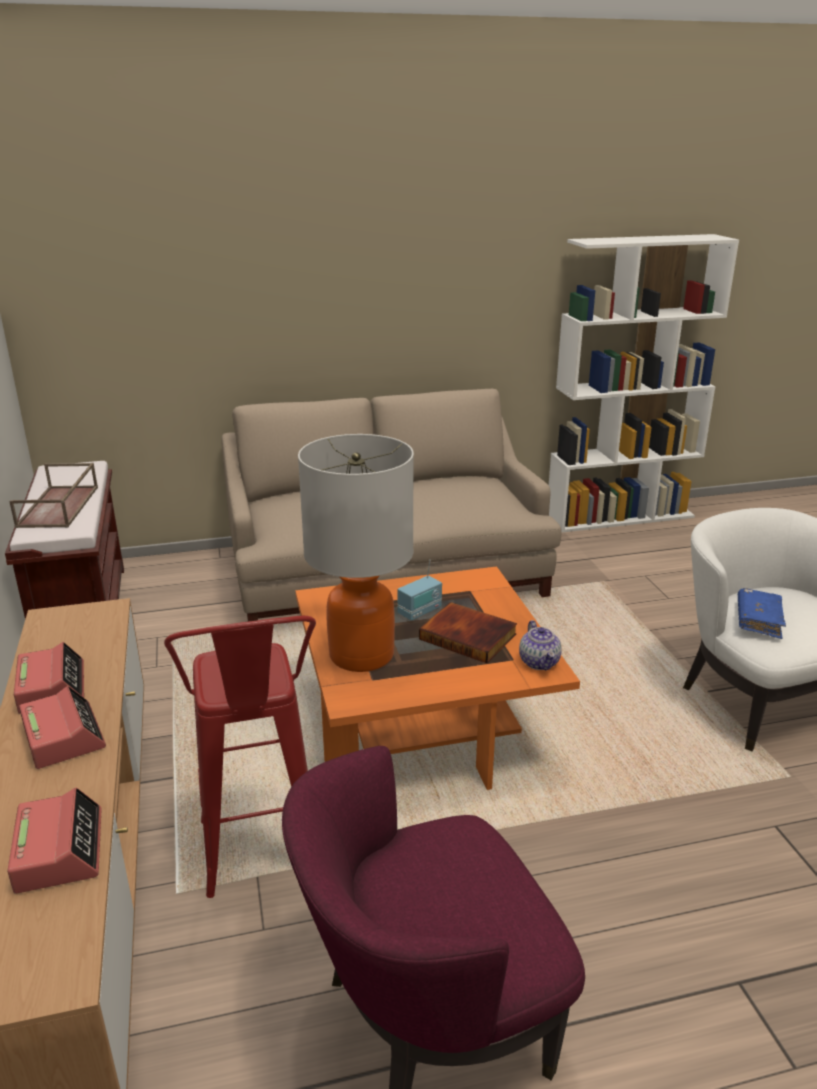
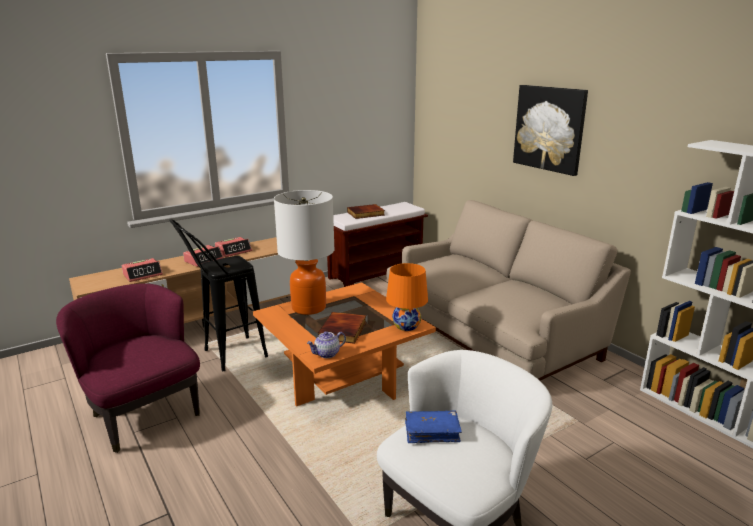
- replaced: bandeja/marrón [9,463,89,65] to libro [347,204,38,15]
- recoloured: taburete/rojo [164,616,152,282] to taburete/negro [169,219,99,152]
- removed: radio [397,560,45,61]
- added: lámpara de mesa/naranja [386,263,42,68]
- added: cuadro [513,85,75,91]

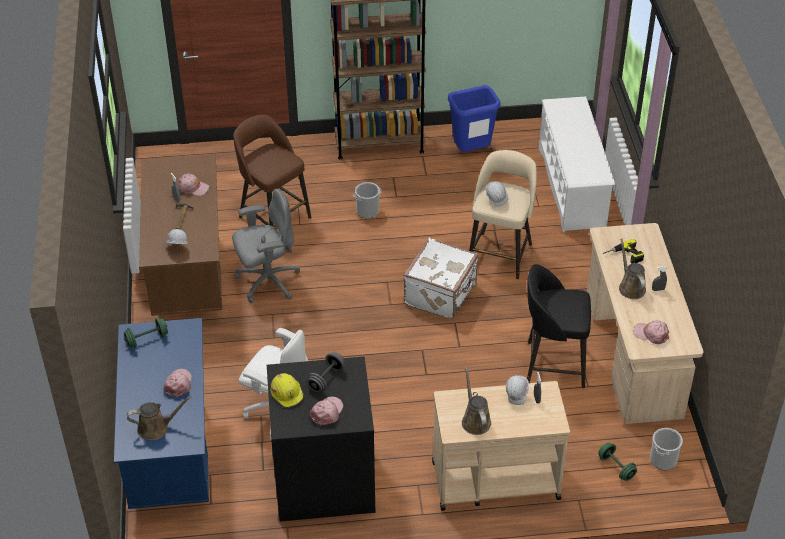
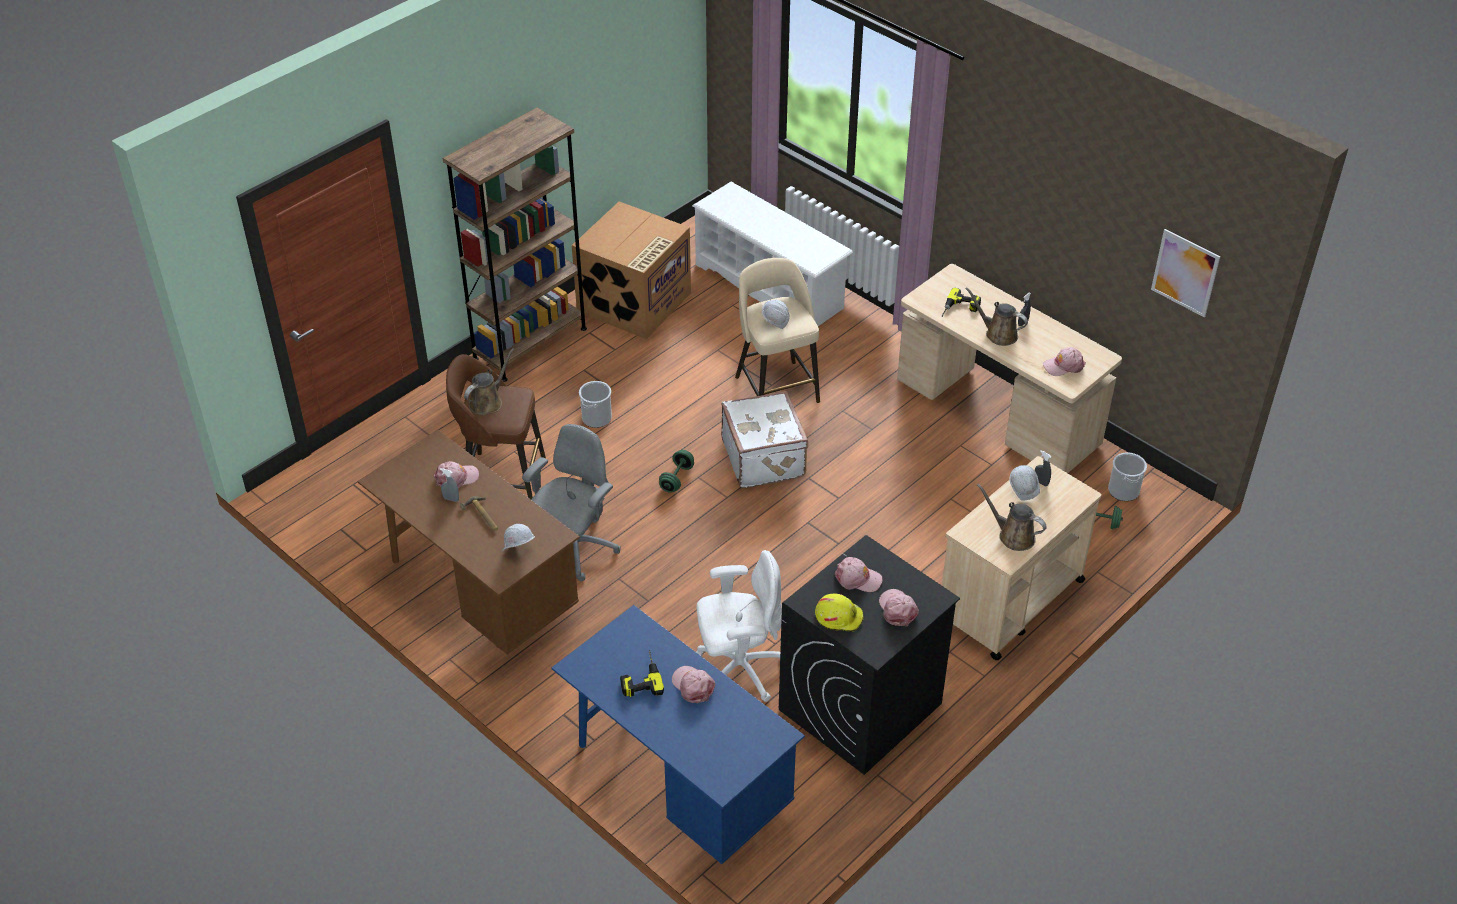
- moved: mancuerna/verde [124,318,44,30] to [659,450,35,43]
- moved: regadera/marrón [127,396,65,44] to [464,348,50,67]
- replaced: mancuerna/gris [307,352,38,40] to gorra/rosa [835,557,48,35]
- replaced: papelera/azul [448,85,53,67] to caja de cartón [572,201,119,138]
- removed: taburete/negro [527,264,64,124]
- added: taladro [620,650,44,47]
- added: cuadro [1151,229,69,88]

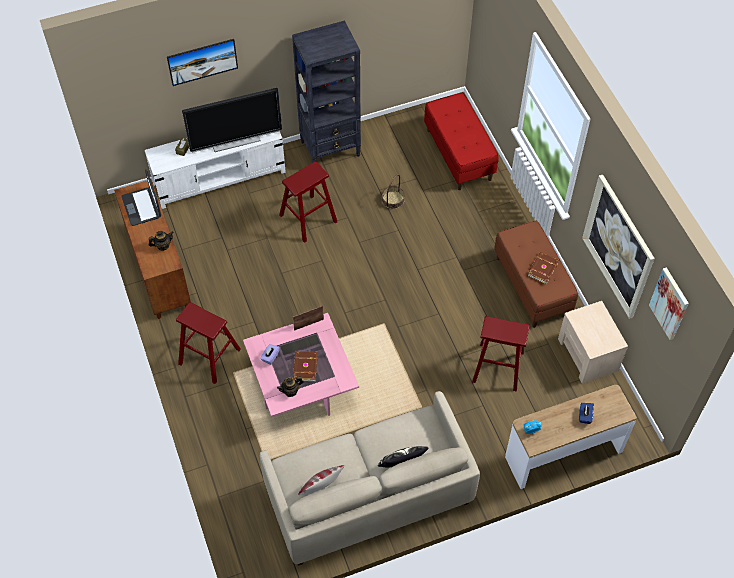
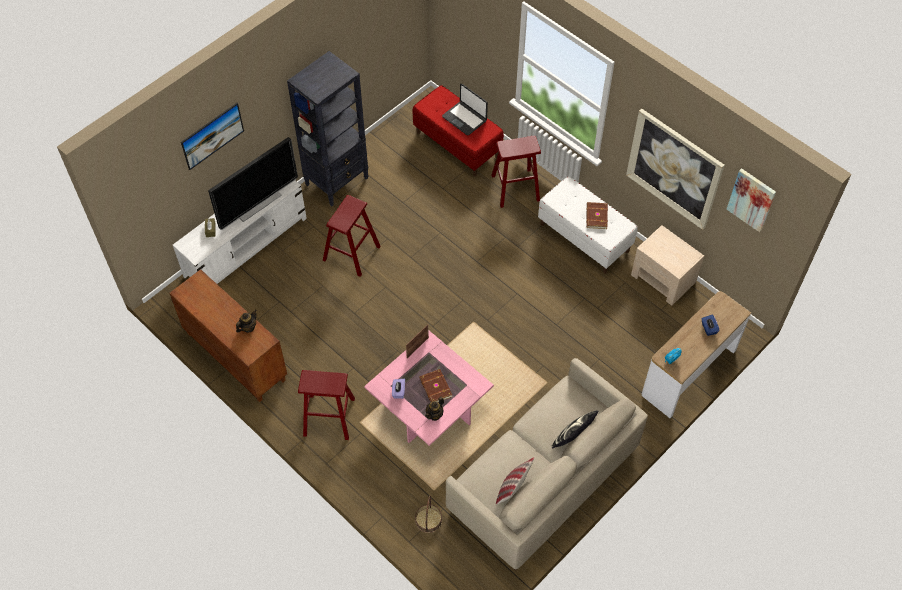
- moved: portátil [121,170,40,56] to [442,83,46,53]
- moved: cesta [382,174,23,35] to [415,495,27,38]
- moved: taburete/rojo [472,316,58,76] to [491,136,50,72]
- recoloured: banco/marrón [494,220,84,108] to banco/blanco [538,176,100,97]

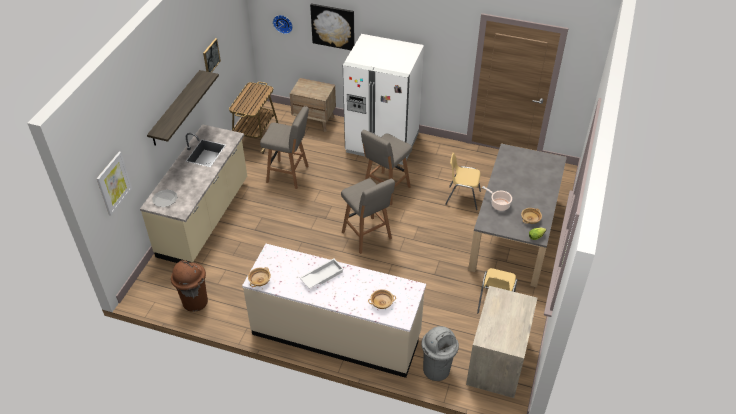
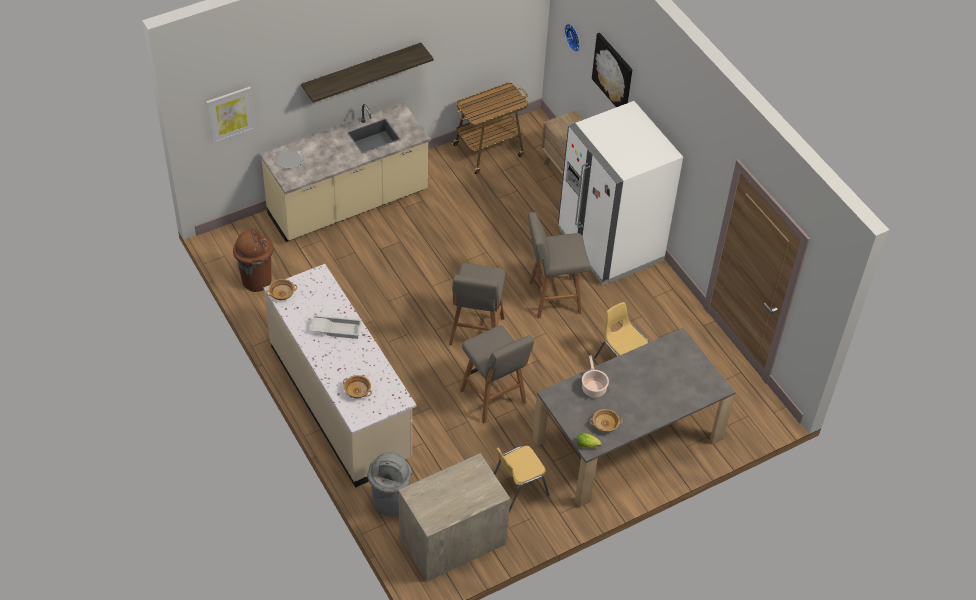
- removed: cuadro [203,38,18,34]
- moved: taburete/gris [260,106,49,83] to [460,325,74,99]

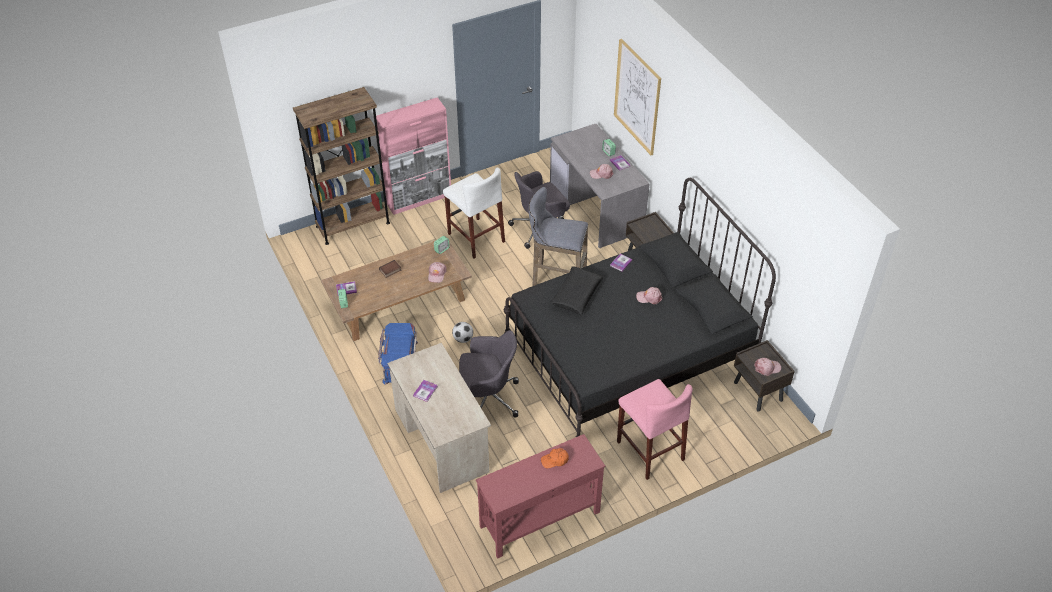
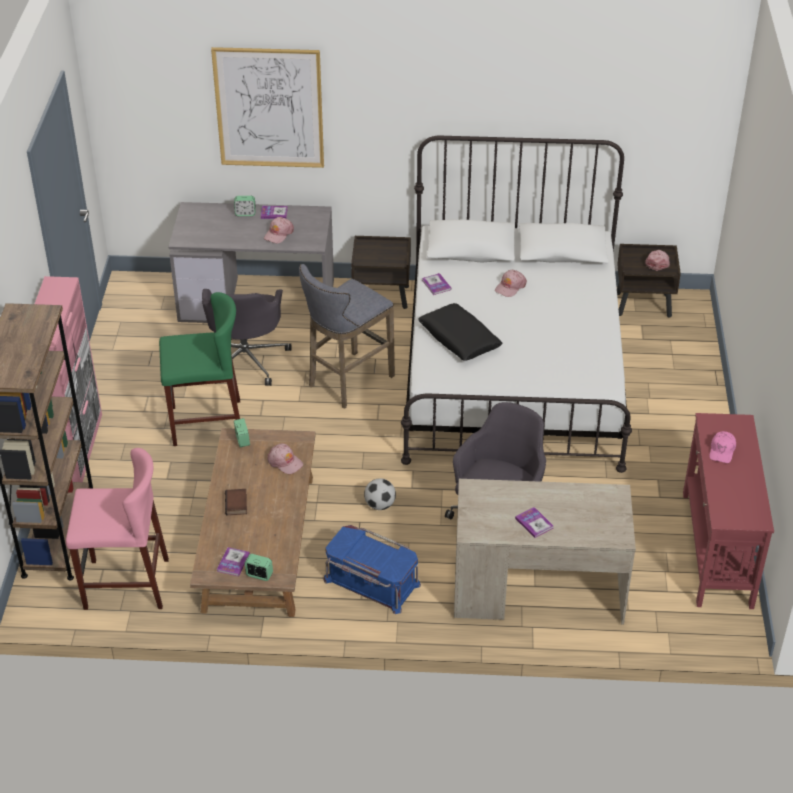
- recoloured: taburete/blanco [443,168,62,91] to taburete/verde [159,292,81,154]
- recoloured: cama/negro [503,178,273,259] to cama/blanco [401,136,231,337]
- recoloured: gorra/naranja [541,448,28,20] to gorra/rosa [709,431,27,32]
- moved: taburete/rosa [617,379,76,101] to [66,448,103,162]

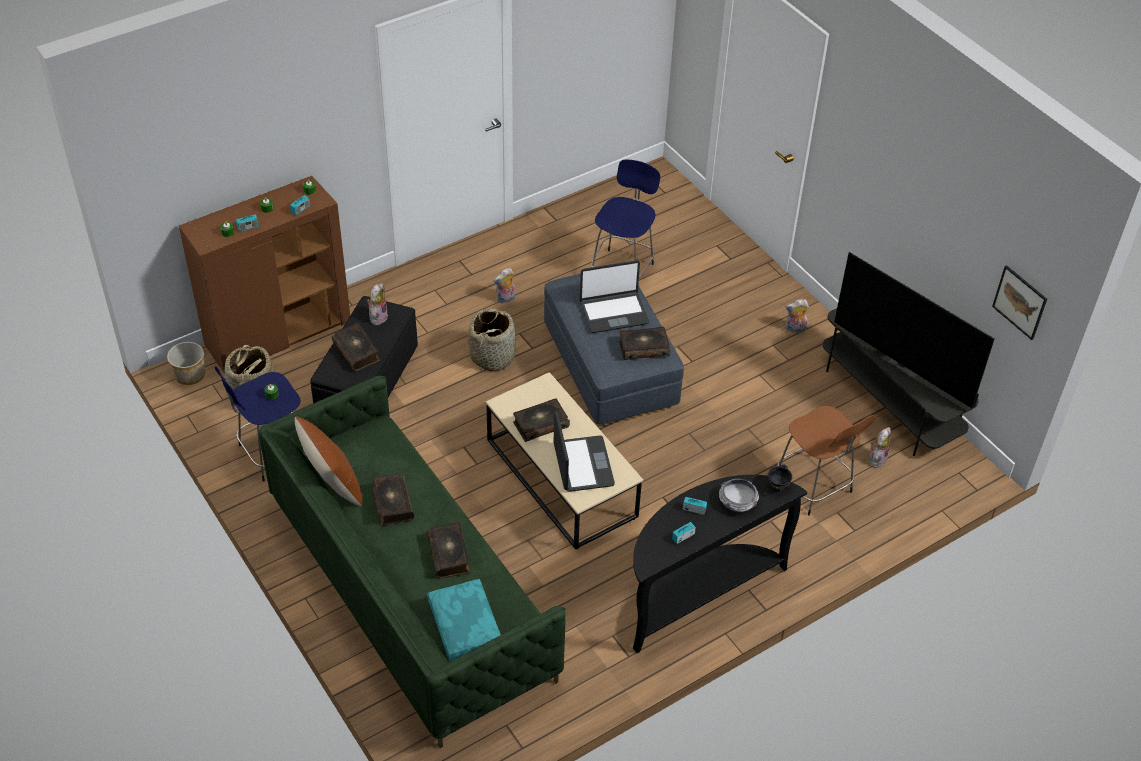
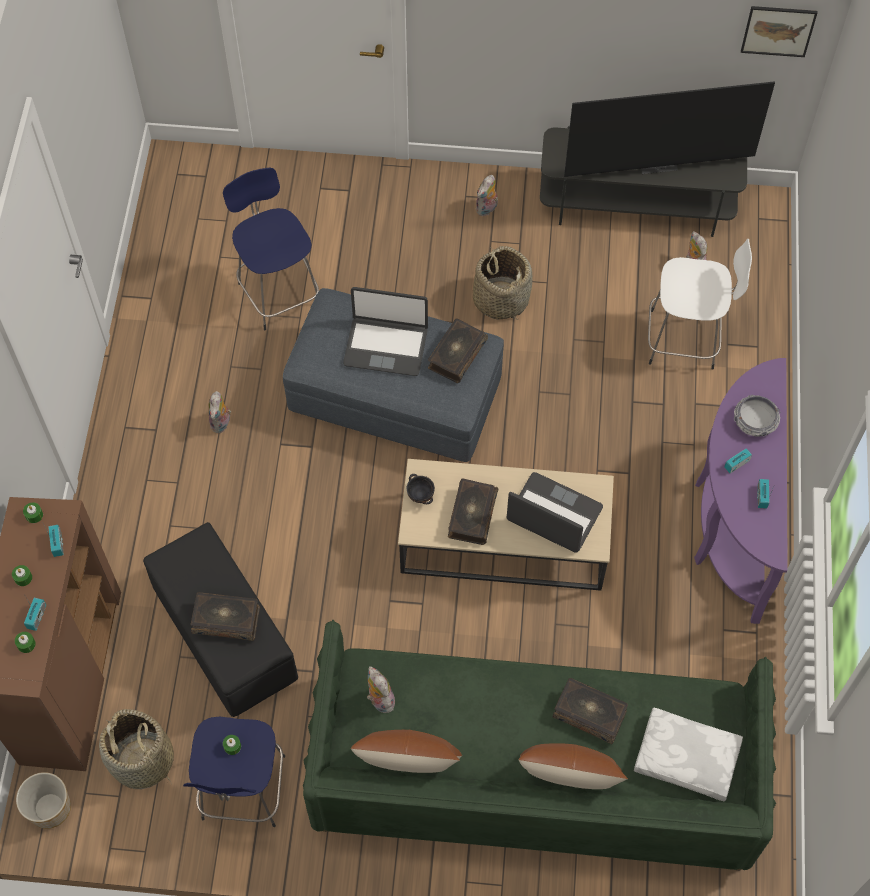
- moved: peluche [367,283,21,42] to [367,666,28,47]
- removed: libro [372,473,42,53]
- recoloured: cojín/turquesa [427,579,74,83] to cojín/blanco [634,708,109,93]
- moved: cesta [468,309,47,62] to [473,246,59,74]
- turned: portátil [580,260,69,73] = [343,287,85,89] 75 degrees clockwise
- recoloured: mesa consola/negro [633,475,174,178] to mesa consola/morado [694,358,94,266]
- moved: cuenco/negro [768,465,24,26] to [407,474,28,30]
- recoloured: taburete/marrón [777,406,98,110] to taburete/blanco [648,239,104,131]
- added: cojín/marrón [518,743,110,46]

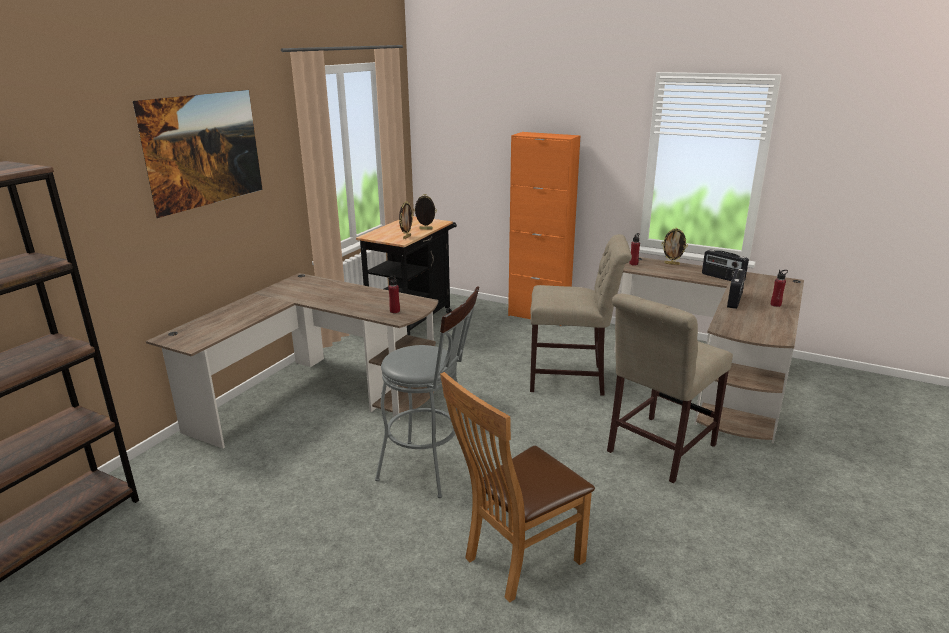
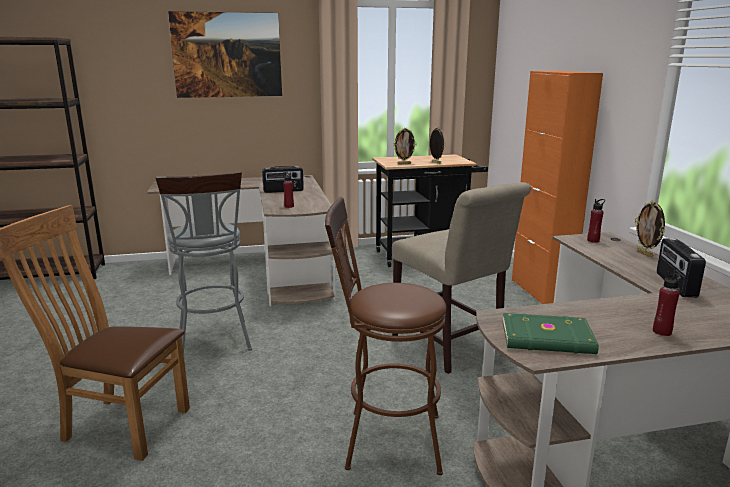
- replaced: silla/beis [607,294,126,189] to taburete/marrón [325,197,122,278]
- moved: radio [727,269,19,40] to [262,166,42,27]
- added: libro/verde [503,313,96,41]

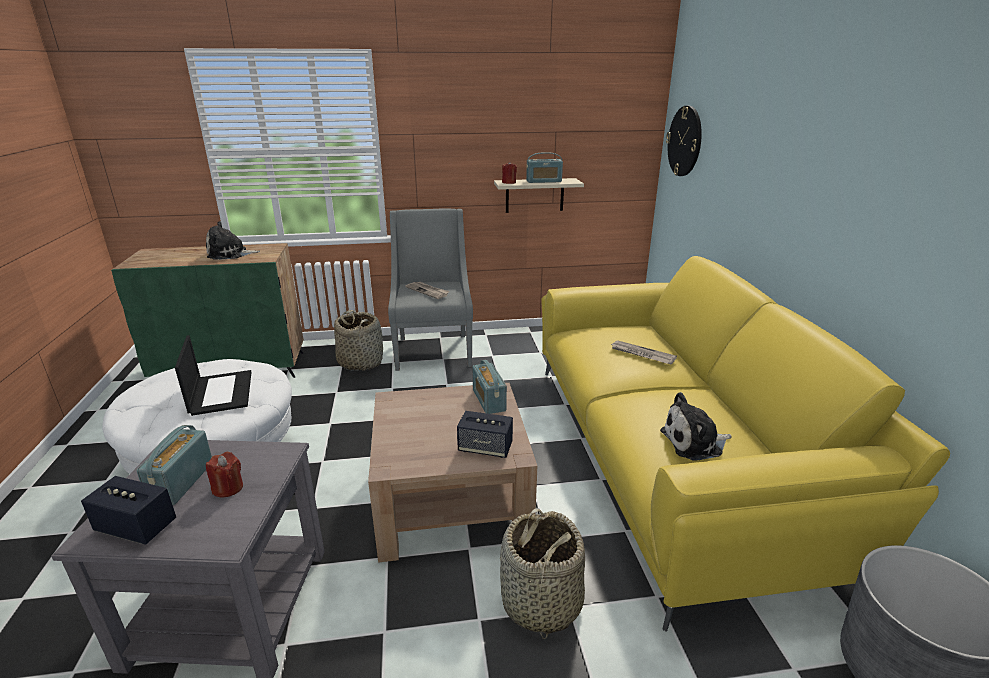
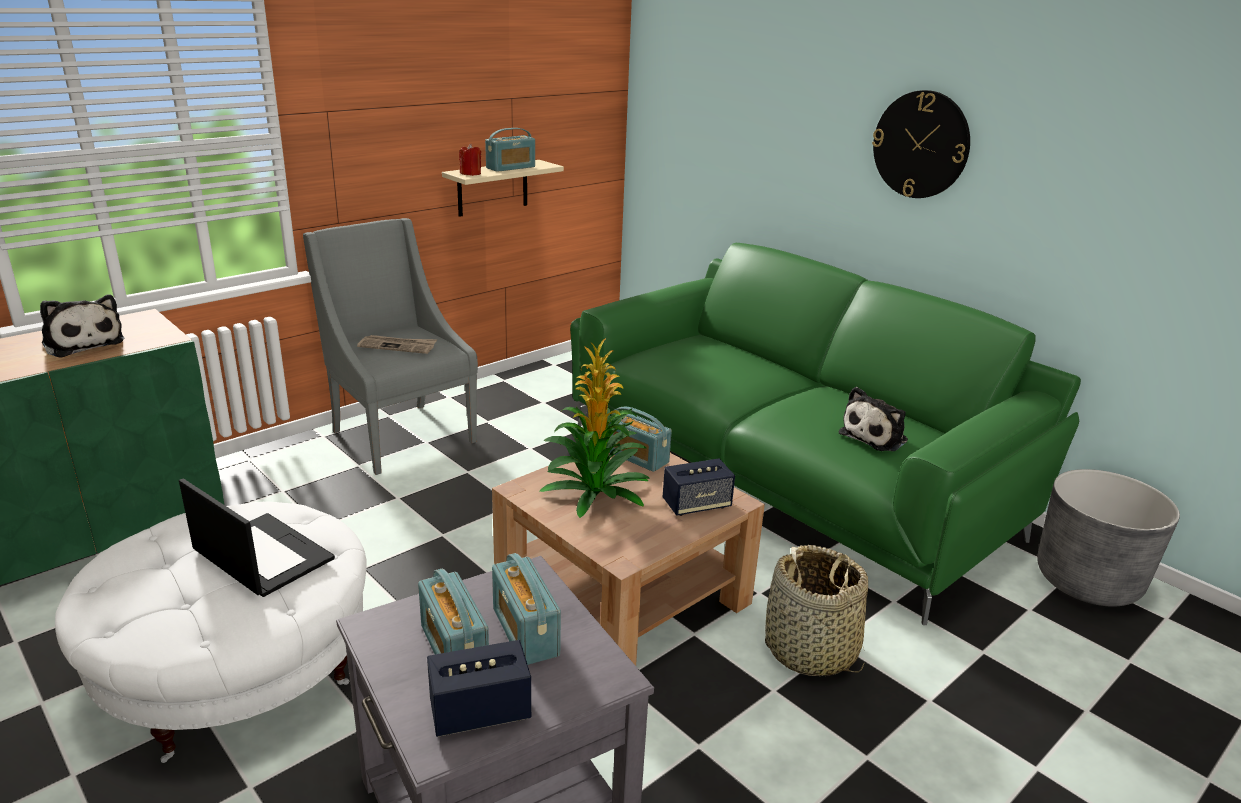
- turned: peluche [206,221,54,39] = [40,294,85,64] 90 degrees counterclockwise
- replaced: vela/rojo [206,452,37,45] to radio [492,553,69,112]
- removed: cesta [334,310,49,61]
- recoloured: sofá/amarillo [541,256,409,376] to sofá/verde [570,243,511,382]
- removed: periódico [610,340,67,24]
- moved: reloj de pared [666,106,36,70] to [872,90,98,108]
- added: planta en maceta [540,338,109,180]

